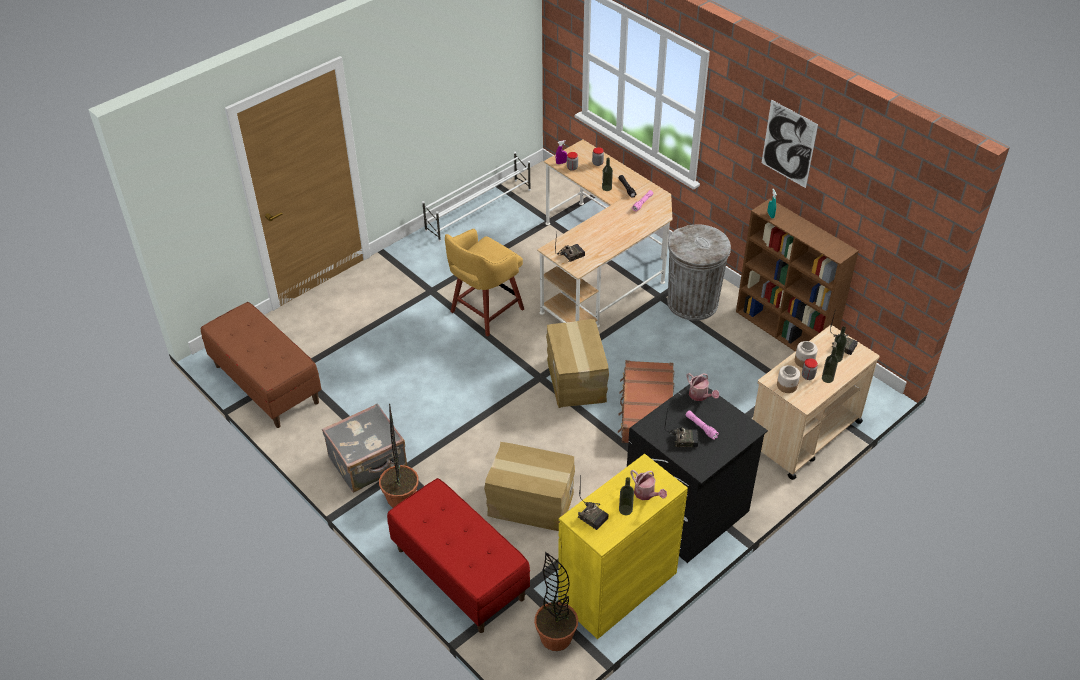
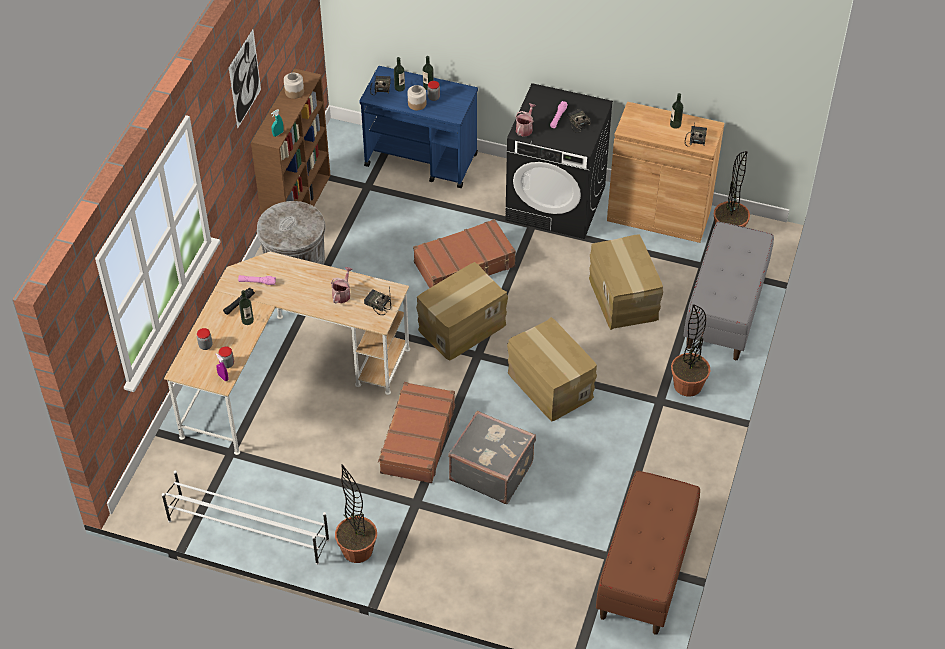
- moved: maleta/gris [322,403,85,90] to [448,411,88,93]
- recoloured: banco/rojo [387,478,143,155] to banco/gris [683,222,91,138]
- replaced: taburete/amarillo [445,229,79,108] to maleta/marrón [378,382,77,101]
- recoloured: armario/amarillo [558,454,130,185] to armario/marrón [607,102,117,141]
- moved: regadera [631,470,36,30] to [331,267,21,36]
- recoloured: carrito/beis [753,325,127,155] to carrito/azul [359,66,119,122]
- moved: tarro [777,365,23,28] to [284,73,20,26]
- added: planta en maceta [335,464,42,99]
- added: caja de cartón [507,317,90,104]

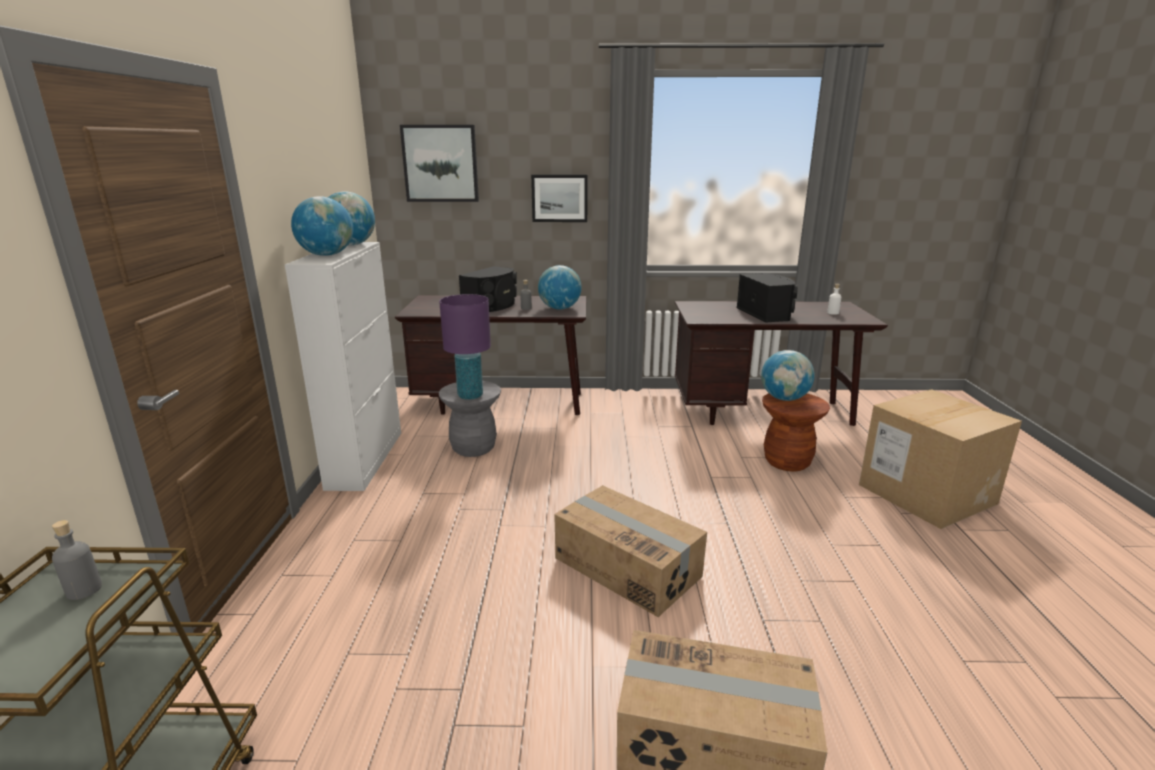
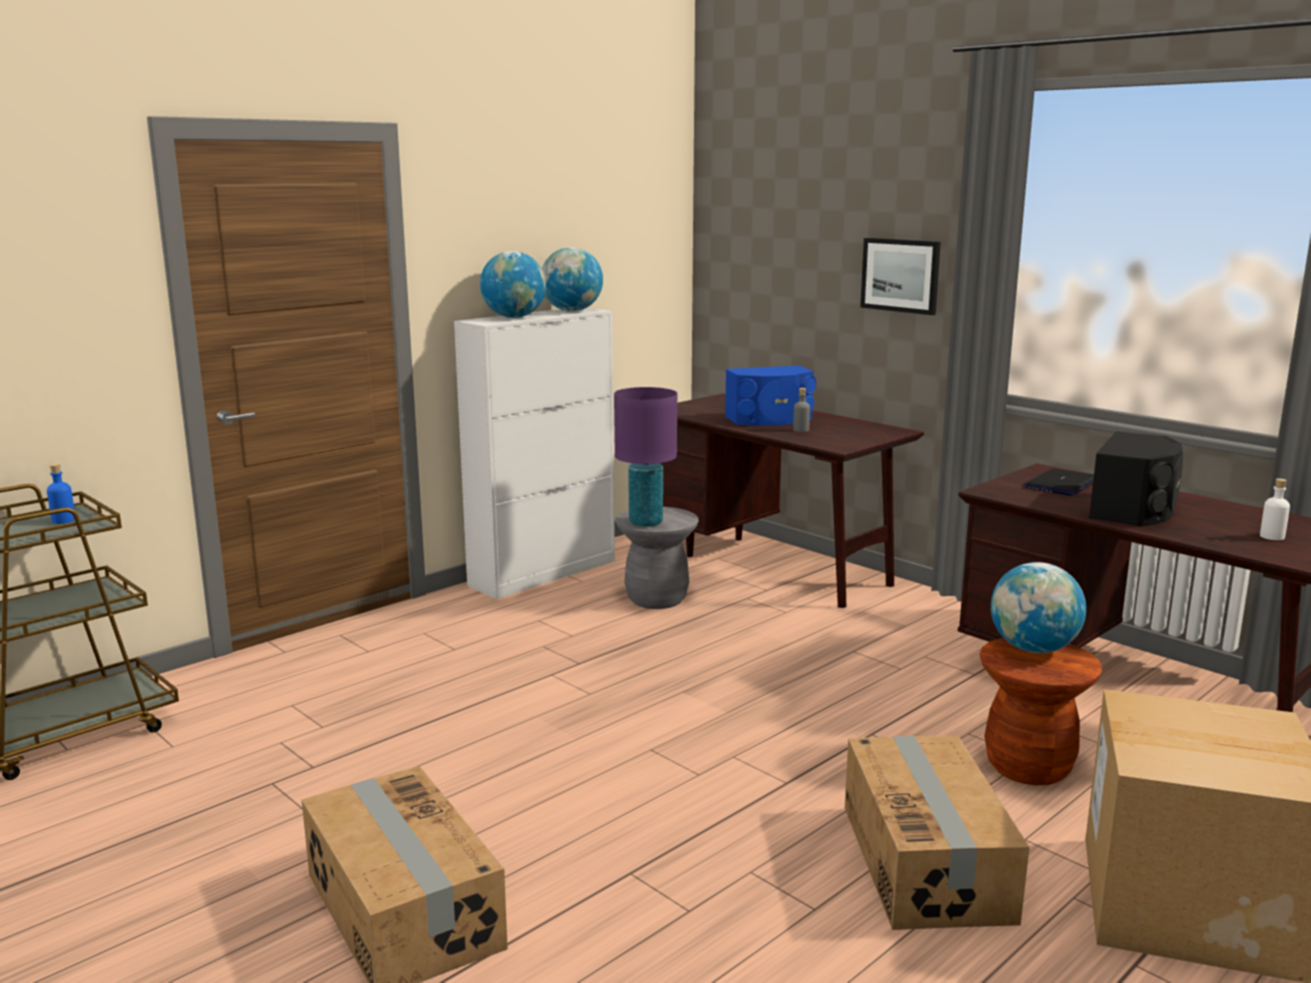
- recoloured: botella/gris [52,520,50,80] to botella/azul [47,464,28,60]
- removed: cuadro [400,125,79,77]
- recoloured: altavoz/negro [459,266,58,46] to altavoz/azul [725,365,91,61]
- removed: globo terráqueo [538,265,44,44]
- moved: caja de cartón [554,485,153,132] to [845,736,185,194]
- added: portátil [1023,469,71,27]

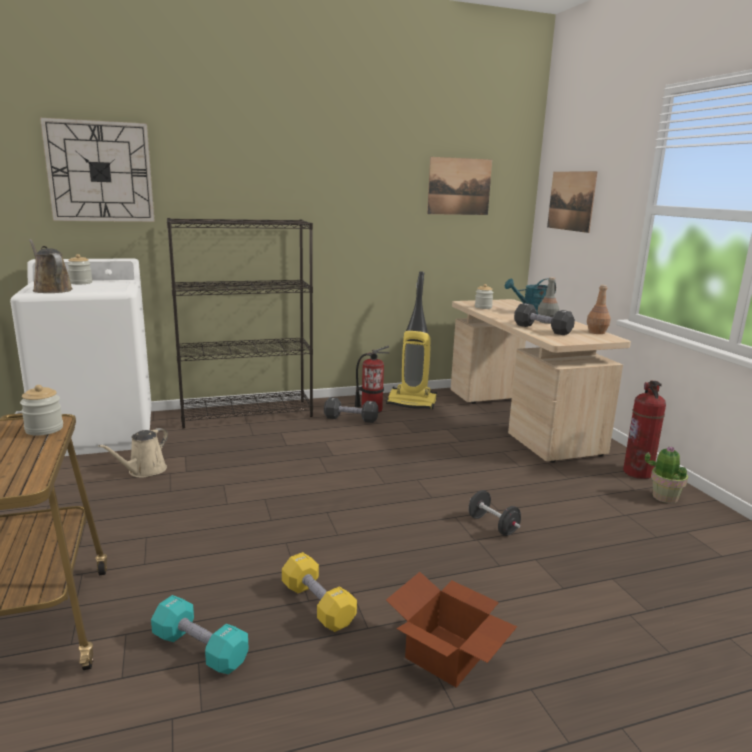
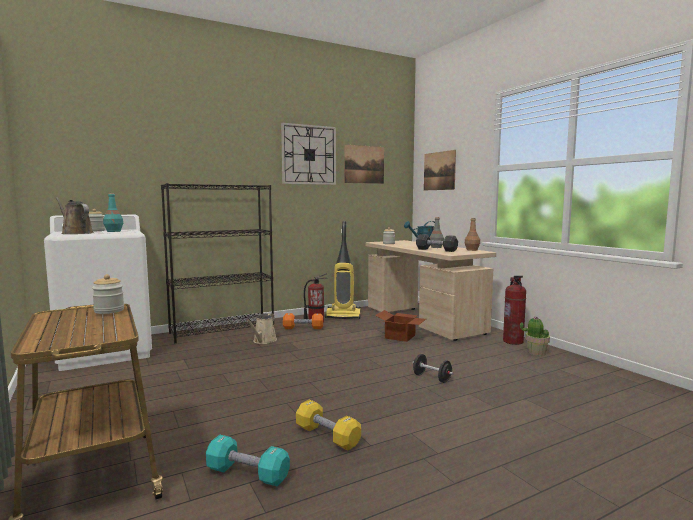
- moved: reloj de pared [40,118,115,104] to [281,123,55,62]
- moved: regadera/beis [98,428,70,50] to [246,313,31,31]
- recoloured: mancuerna/negro [324,397,55,26] to mancuerna/naranja [283,313,40,16]
- moved: caja de cartón [386,572,131,116] to [375,310,51,32]
- added: botella/turquesa [103,193,20,39]

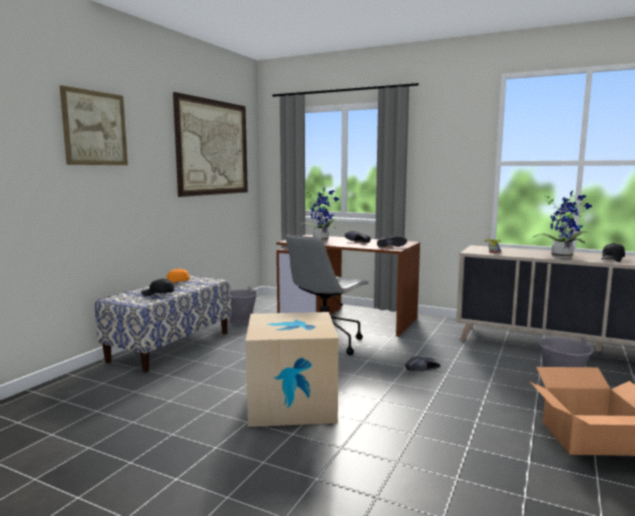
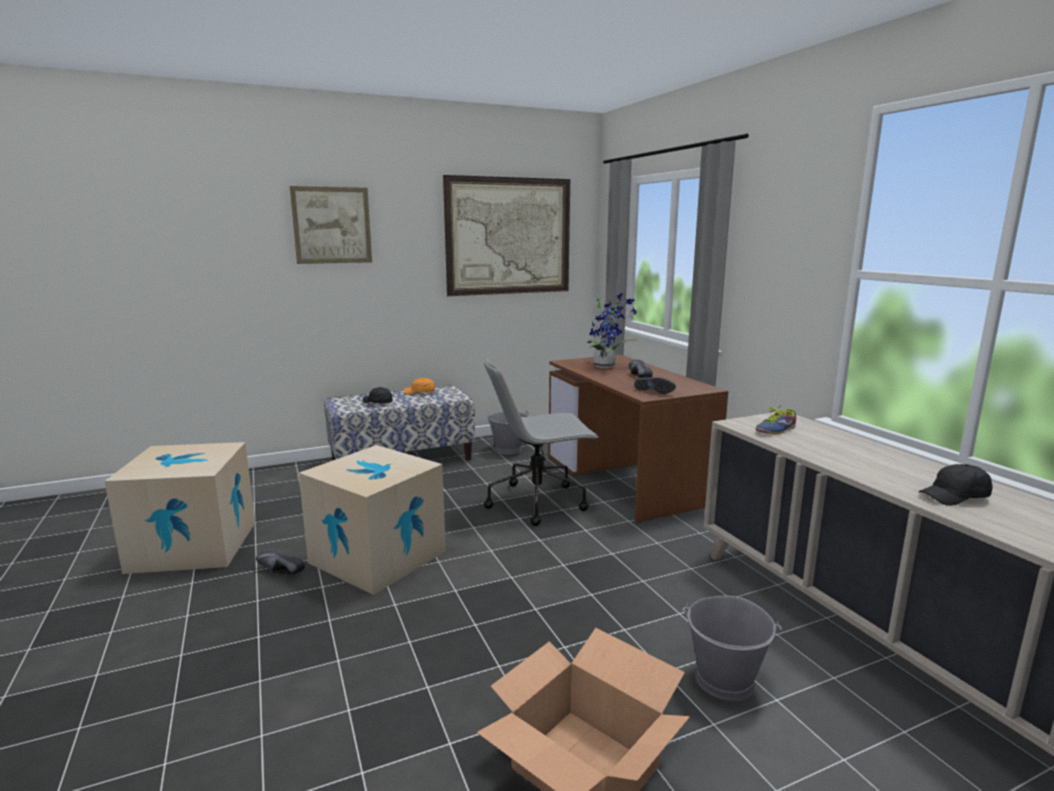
- moved: zapato/negro [405,357,35,14] to [256,549,49,26]
- removed: planta en maceta [534,191,58,67]
- added: caja de cartón [105,442,150,132]

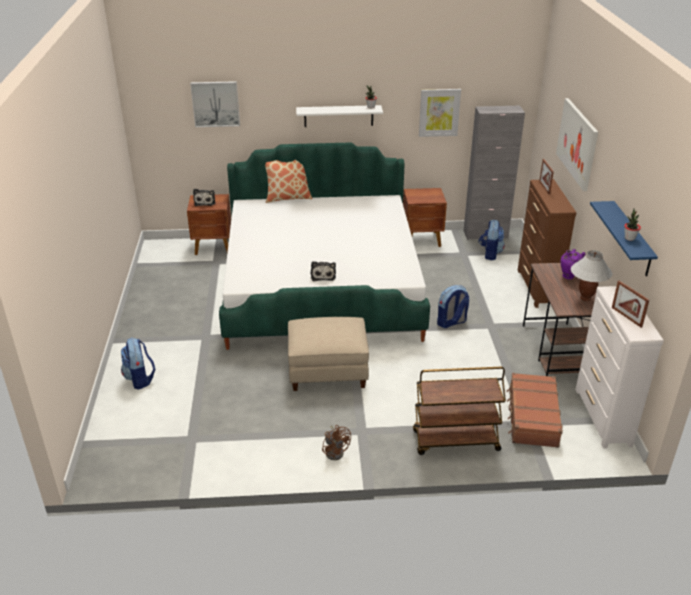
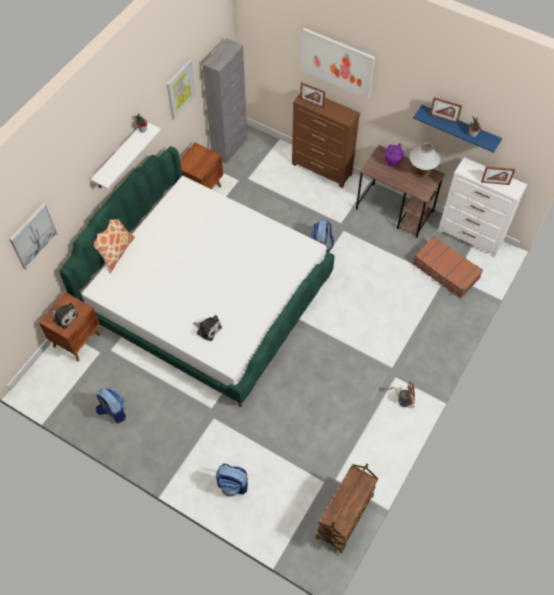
- removed: puf/beis [288,317,81,74]
- moved: peluche [311,261,25,20] to [193,315,29,26]
- moved: carrito/marrón [413,367,93,88] to [316,464,62,90]
- moved: mochila [478,220,27,40] to [95,387,31,36]
- added: portarretratos [430,97,32,26]

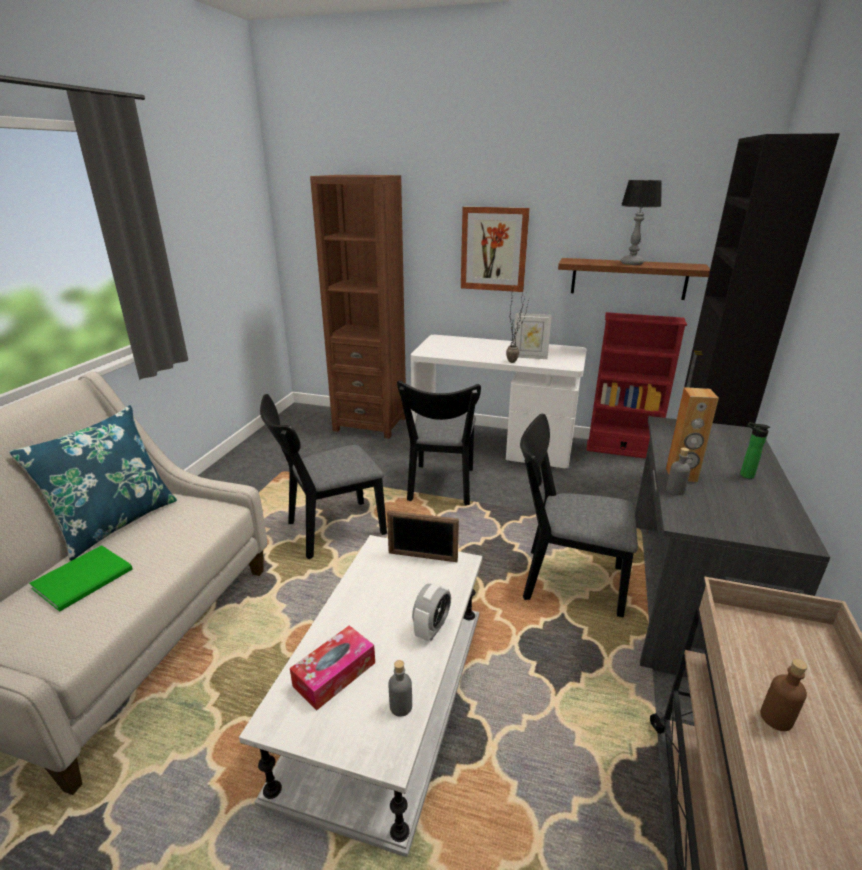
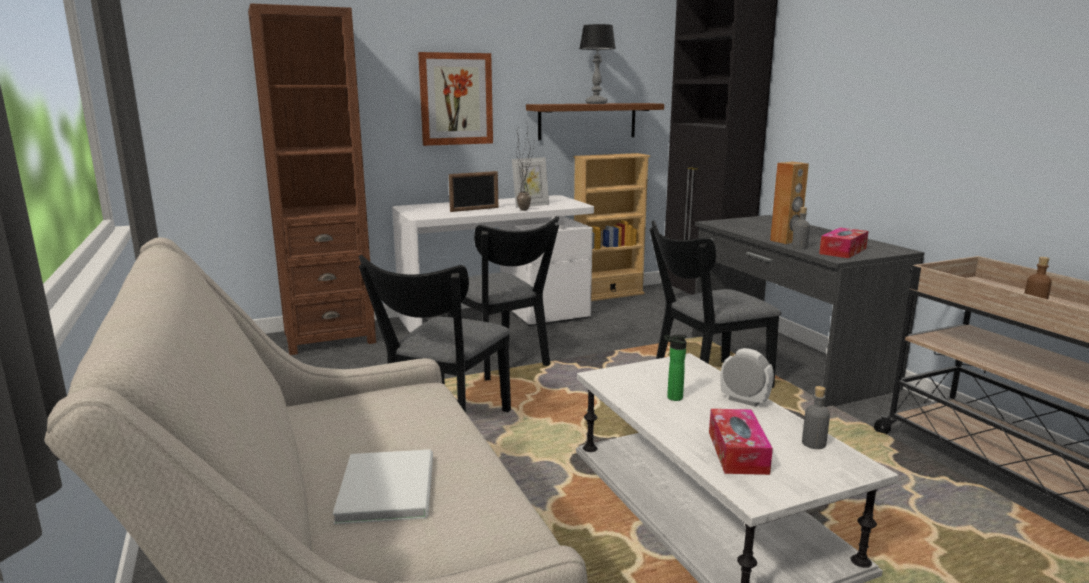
- removed: cojín/azul [9,405,168,156]
- recoloured: libro/verde [29,545,104,67] to libro/blanco [333,449,100,76]
- moved: portarretratos [387,510,72,52] to [449,171,49,41]
- turned: despertador [412,583,39,58] = [721,348,53,59] 45 degrees counterclockwise
- recoloured: estantería/rojo [586,312,101,147] to estantería/beis [574,153,76,148]
- moved: botella [740,422,30,57] to [664,334,23,67]
- added: caja de pañuelos [819,228,50,30]

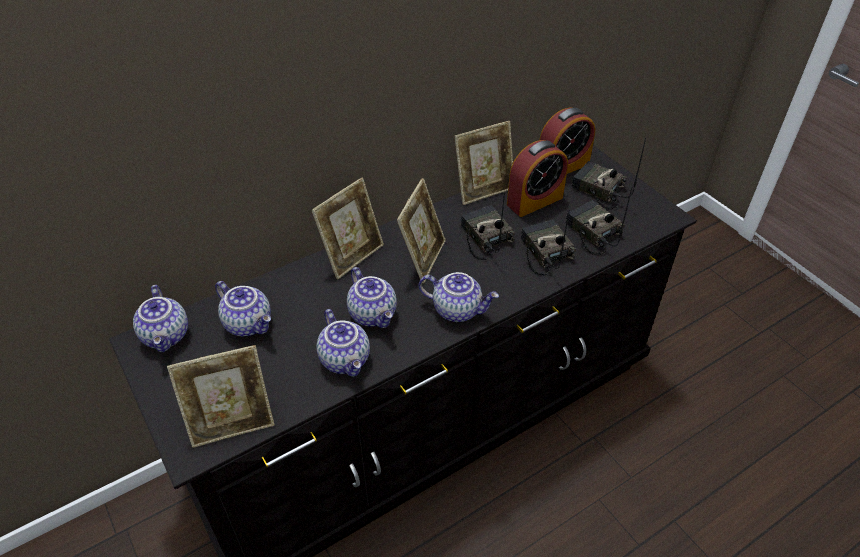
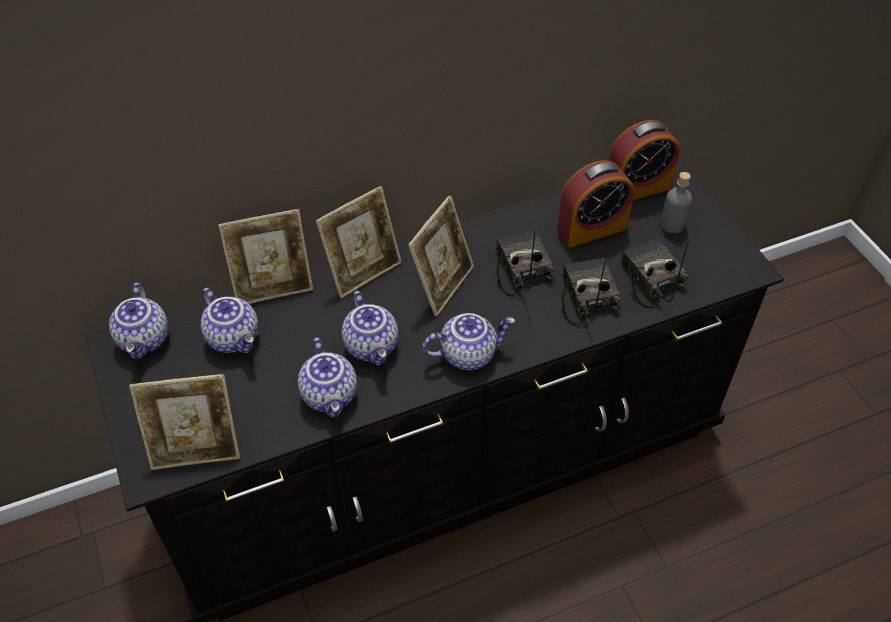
- turned: tetera [419,272,80,50] = [422,313,93,57] 45 degrees counterclockwise
- moved: portarretratos [454,121,59,84] to [218,209,95,95]
- replaced: radio [571,138,75,72] to botella/gris [660,172,32,61]

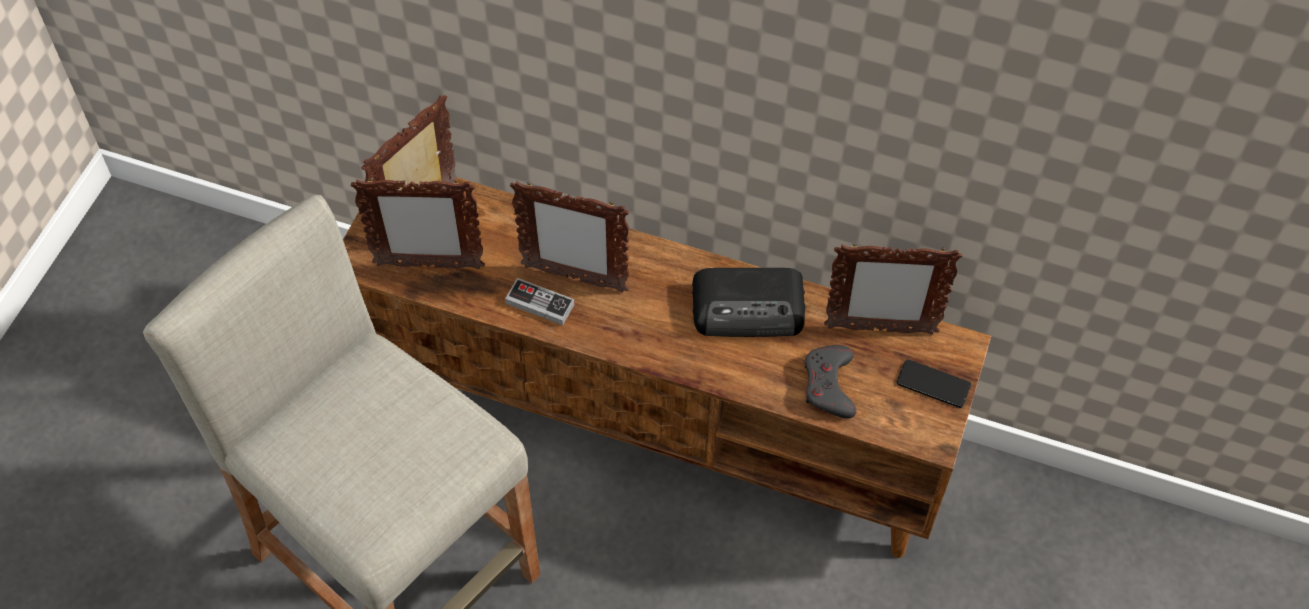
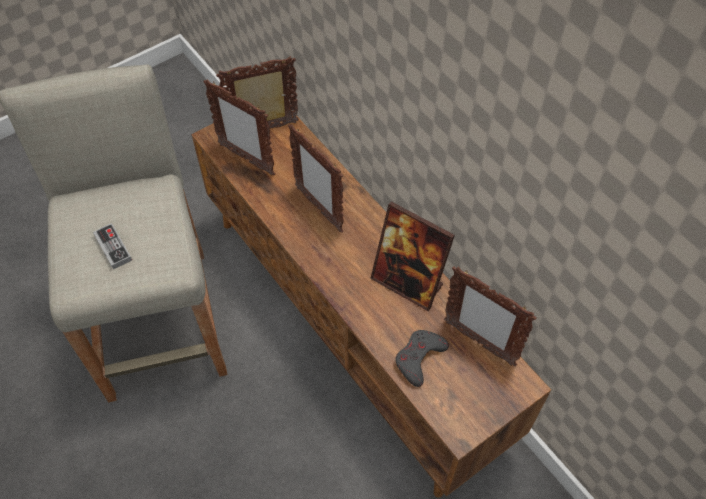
- moved: mando de consola [505,278,69,47] to [93,223,39,46]
- replaced: radio [692,268,113,69] to portarretratos [370,201,85,110]
- removed: móvil [896,359,75,49]

